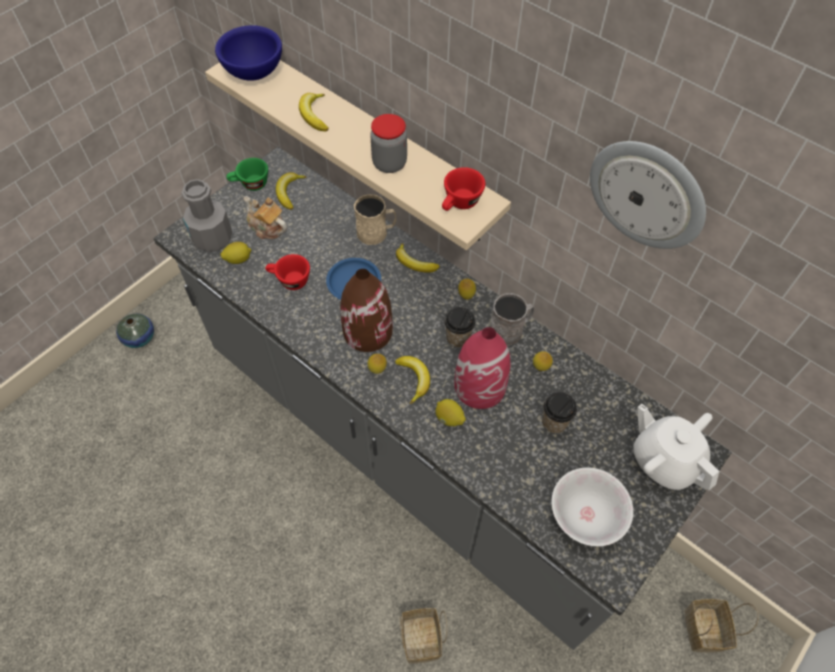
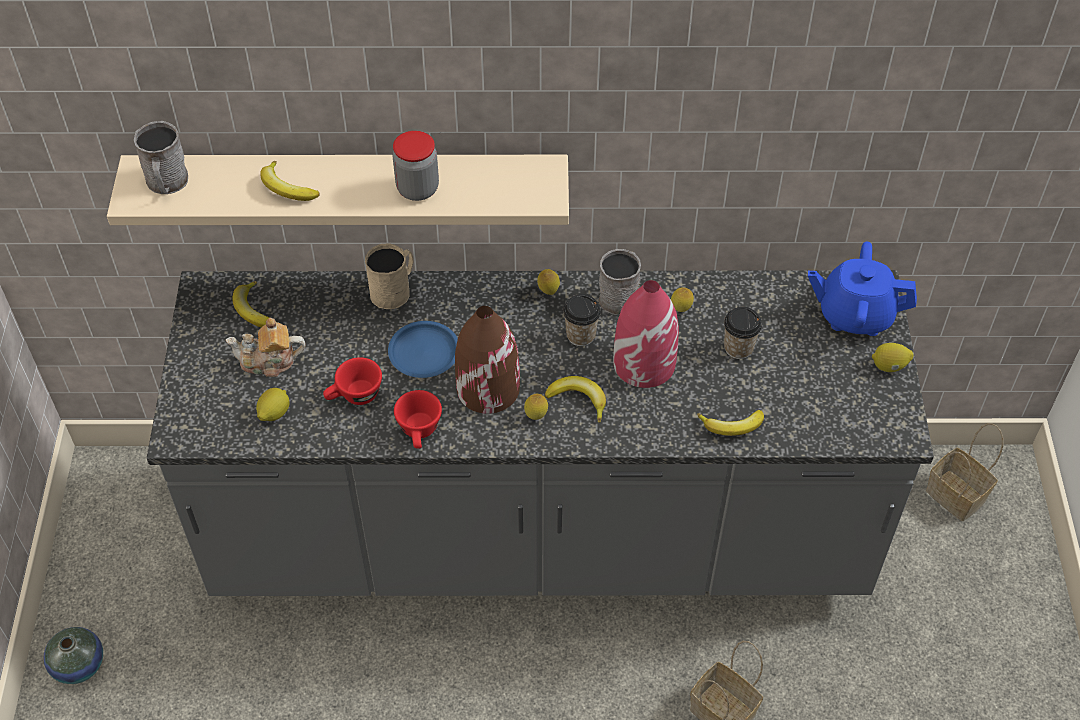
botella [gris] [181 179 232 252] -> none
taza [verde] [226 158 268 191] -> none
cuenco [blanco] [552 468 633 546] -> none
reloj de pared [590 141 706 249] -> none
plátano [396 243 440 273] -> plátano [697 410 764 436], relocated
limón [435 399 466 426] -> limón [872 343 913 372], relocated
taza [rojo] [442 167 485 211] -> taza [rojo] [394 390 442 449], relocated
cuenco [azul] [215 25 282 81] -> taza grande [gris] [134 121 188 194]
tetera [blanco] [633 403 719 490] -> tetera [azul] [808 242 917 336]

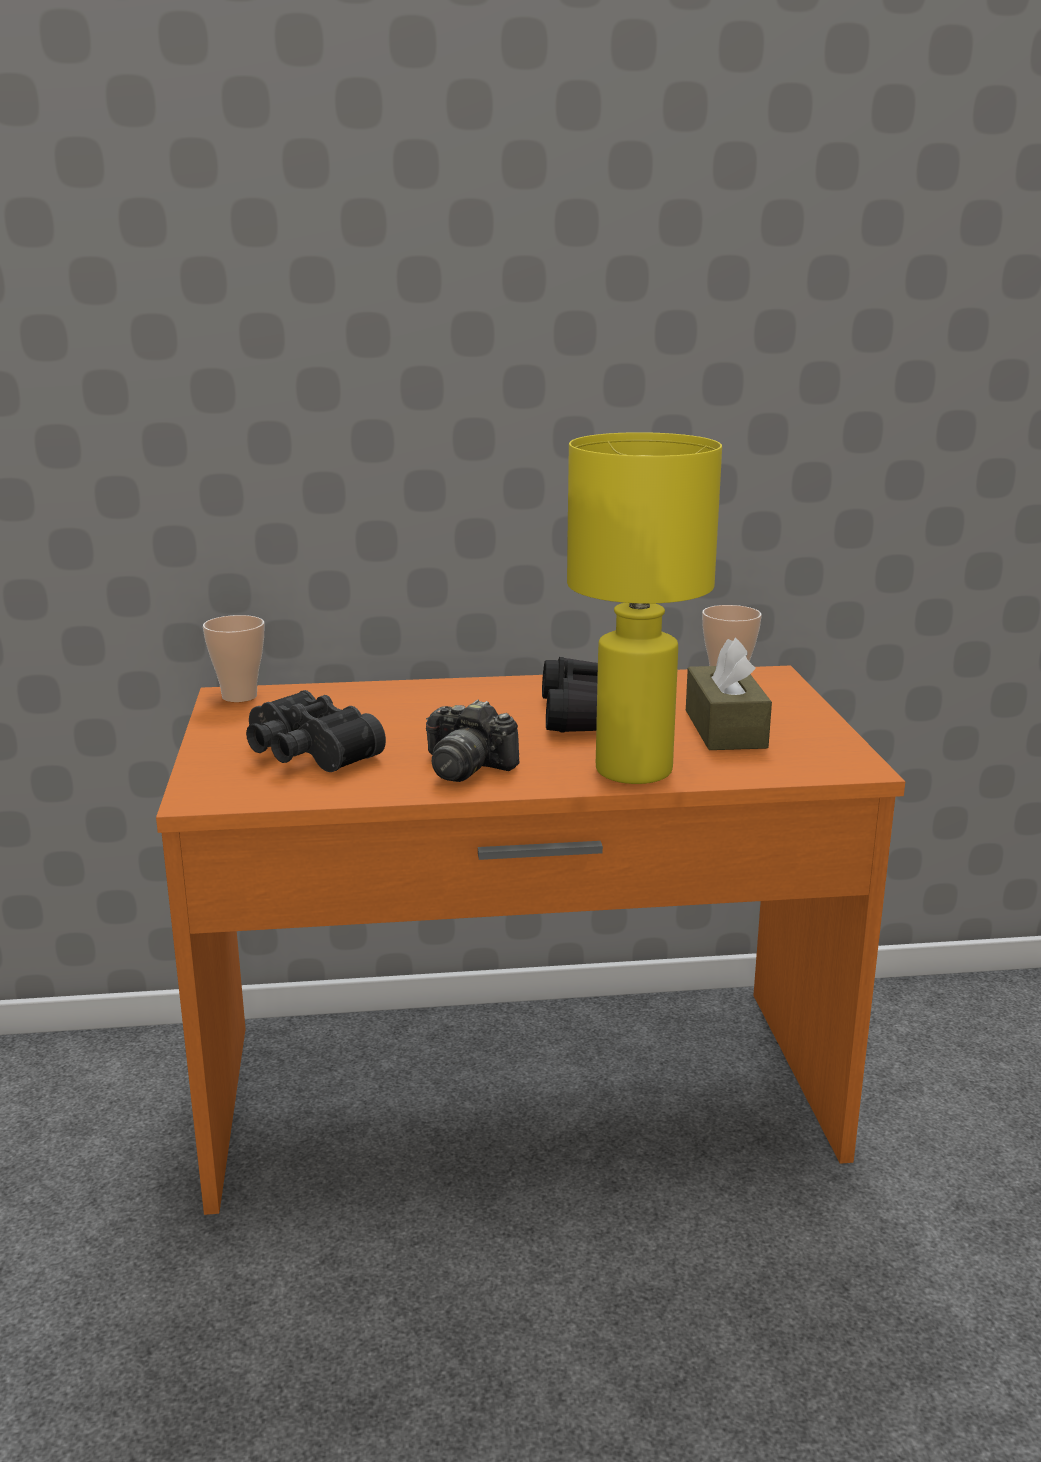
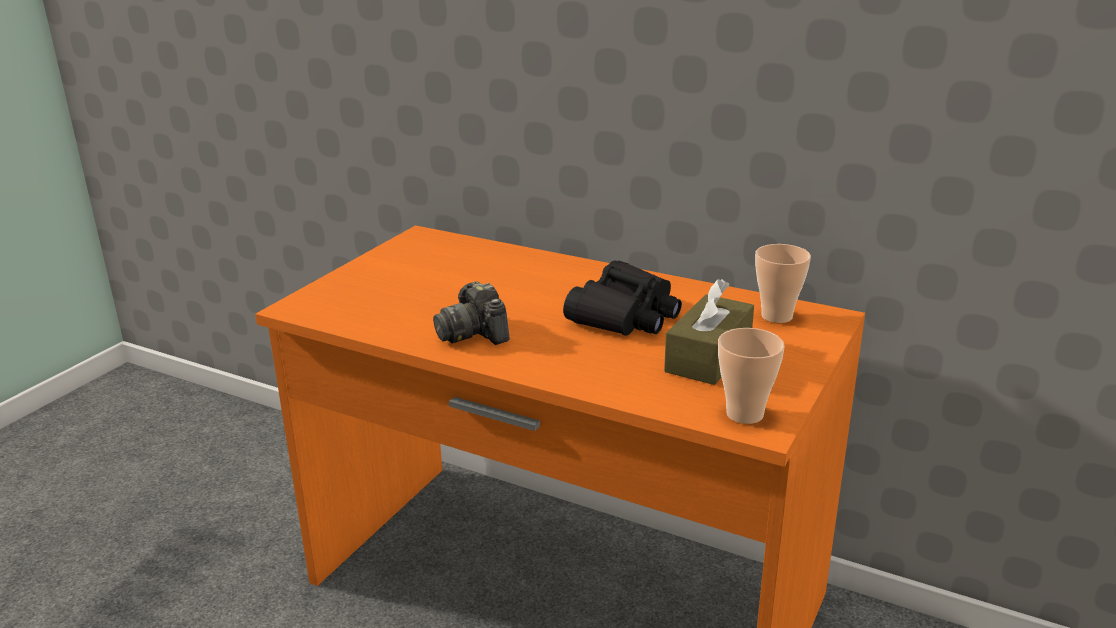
prismáticos [negro] [246 690 386 772] -> none
lámpara de mesa [amarillo] [567 432 722 784] -> none
taza [203 615 264 703] -> taza [718 328 784 424], relocated

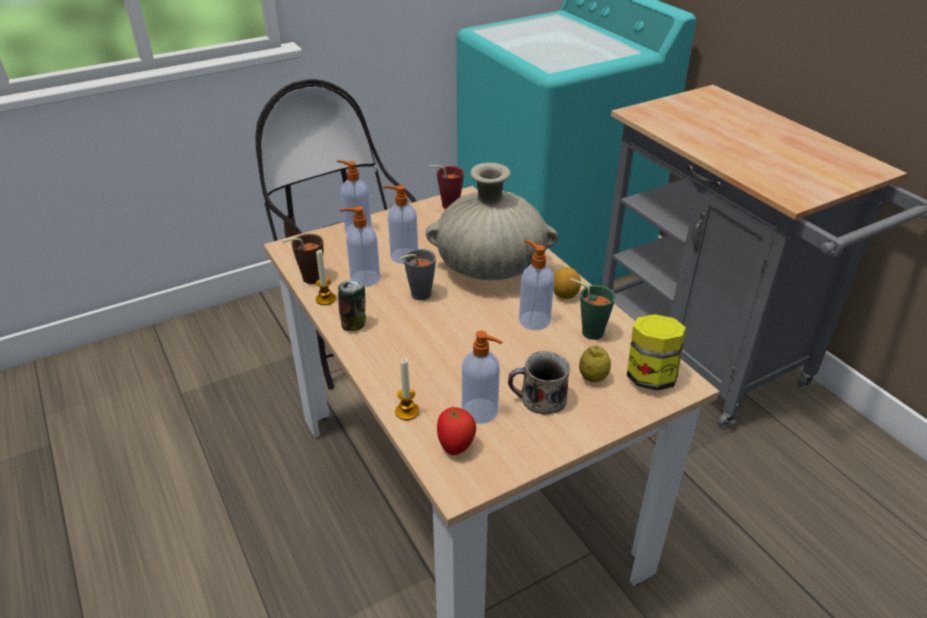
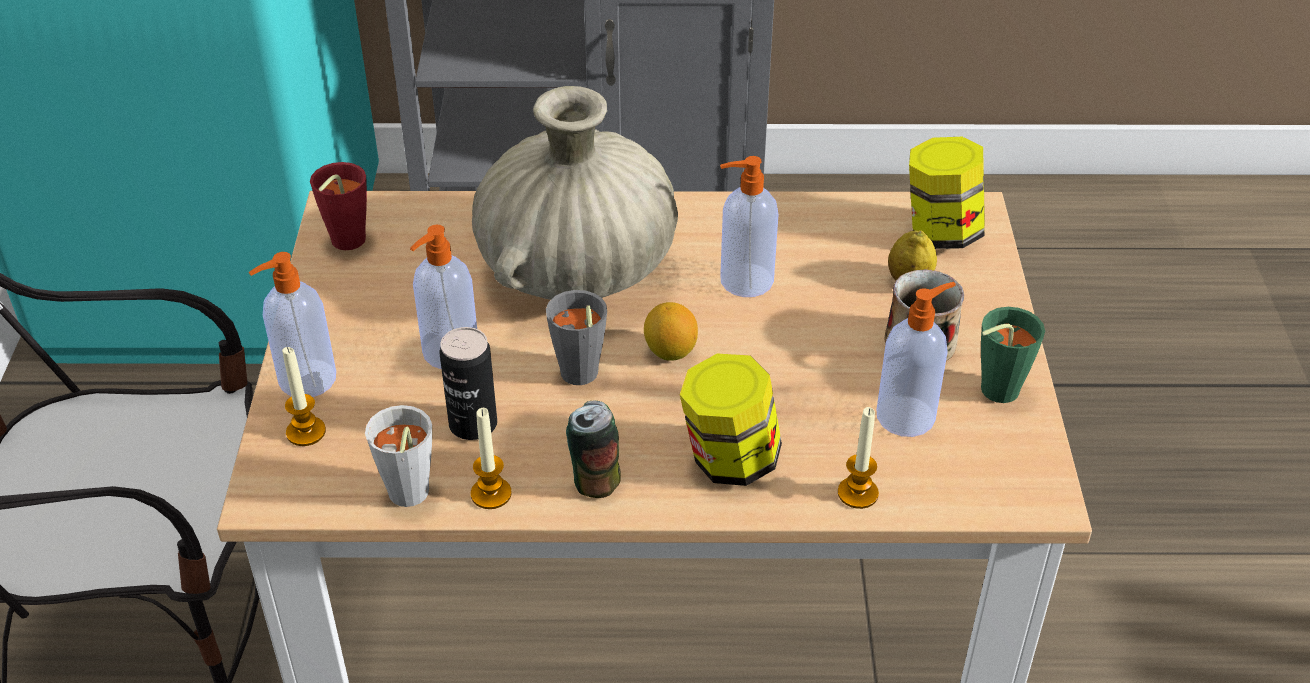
tomate [437 407 476 455] -> none
none -> vela [282 347 326 446]
none -> tarro [680 354 782 486]
limón [553 267 581 299] -> limón [644 302 698 361], relocated
taza [verde] [570 278 616 340] -> taza [verde] [981 307 1045 403], relocated
dispensador de jabón [340 206 380 287] -> lata [440 327 497 440]
taza [marrón] [282 234 323 284] -> taza [gris] [365 405 432 507]

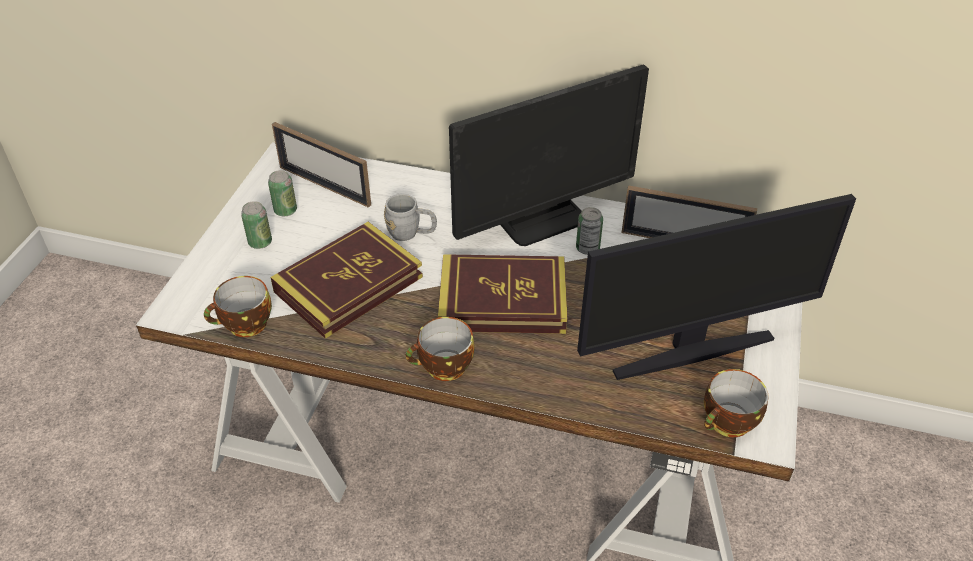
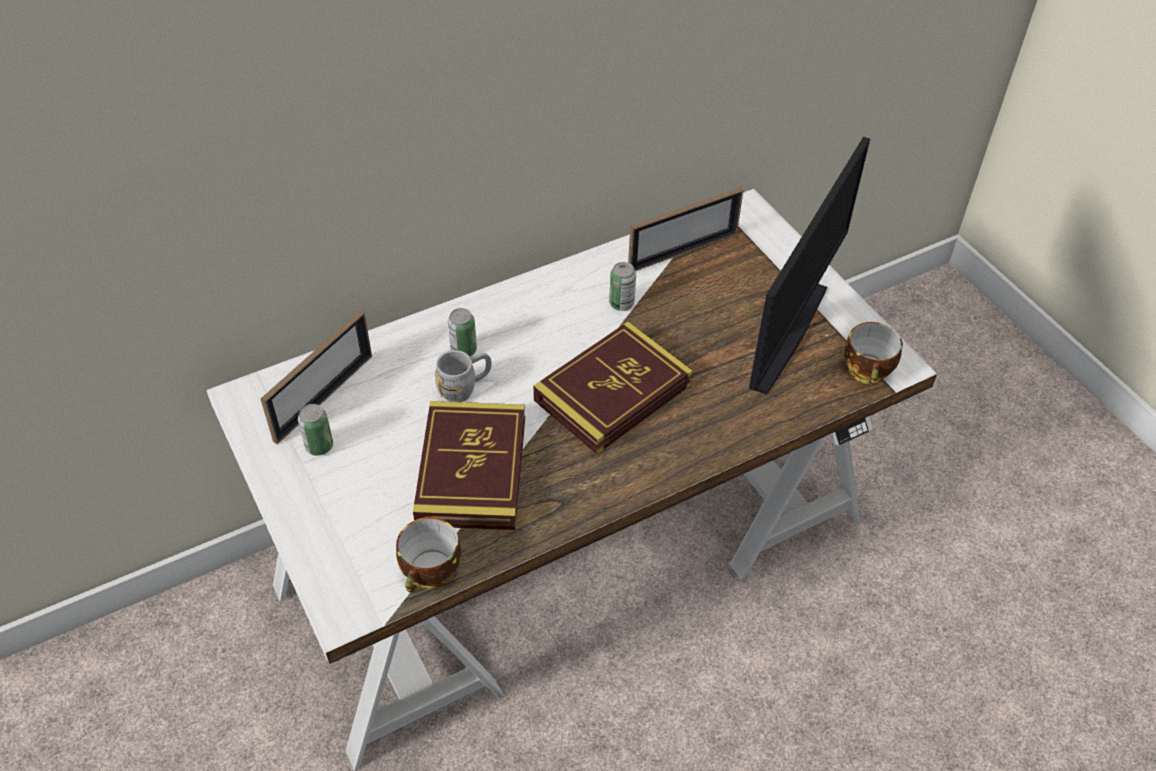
taza [406 317 475 381] -> none
monitor [449 65 649 246] -> none
lata [241 201 272 249] -> lata [448 308 477 357], relocated
portarretratos [272 122 371 208] -> portarretratos [261 310 372 444], 45 degrees counterclockwise

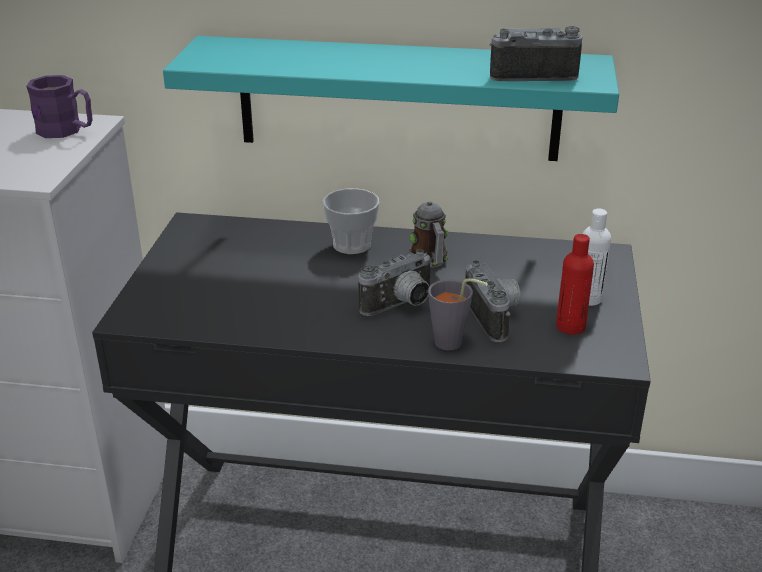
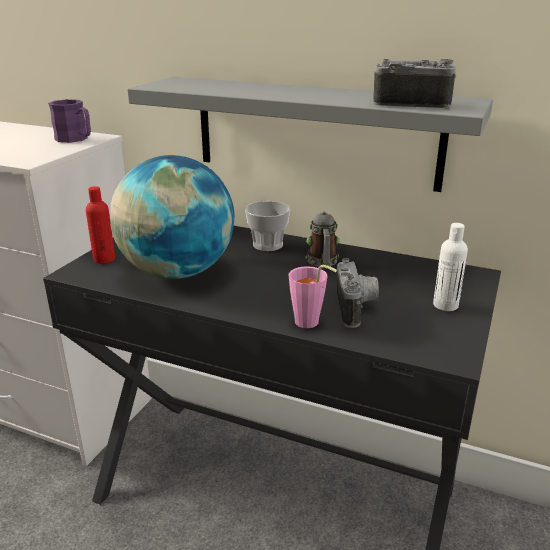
cámara [358 249 433 316] -> none
none -> globo terráqueo [110 155 234 279]
botella [rojo] [556 234 594 335] -> botella [rojo] [86 186 115 264], relocated
estante [turquesa] [163 36 619 161] -> estante [gris] [127 77 493 192]
taza [gris] [428 278 488 350] -> taza [rosa] [289 265 337 328]

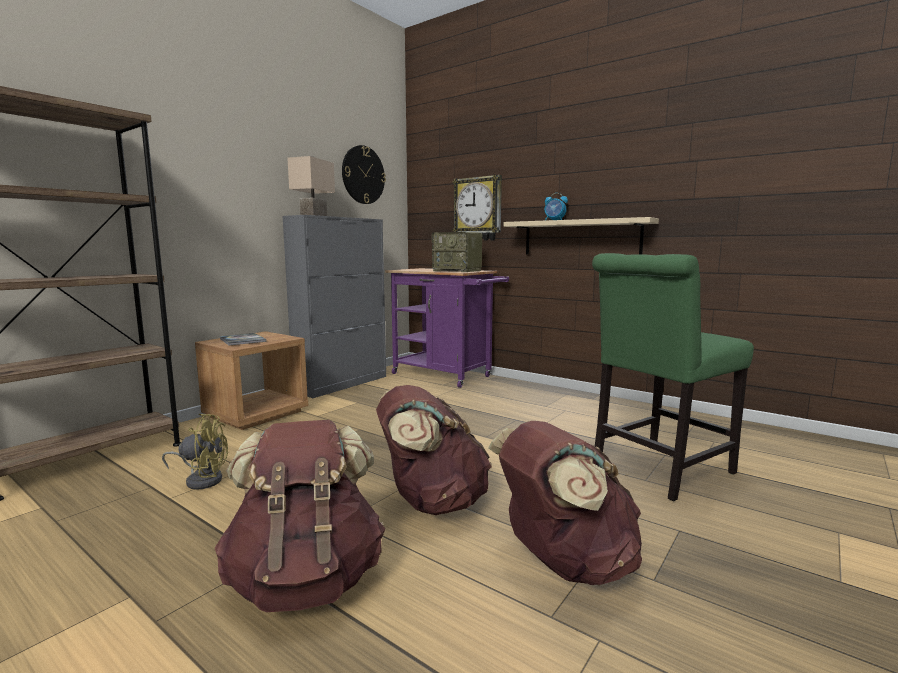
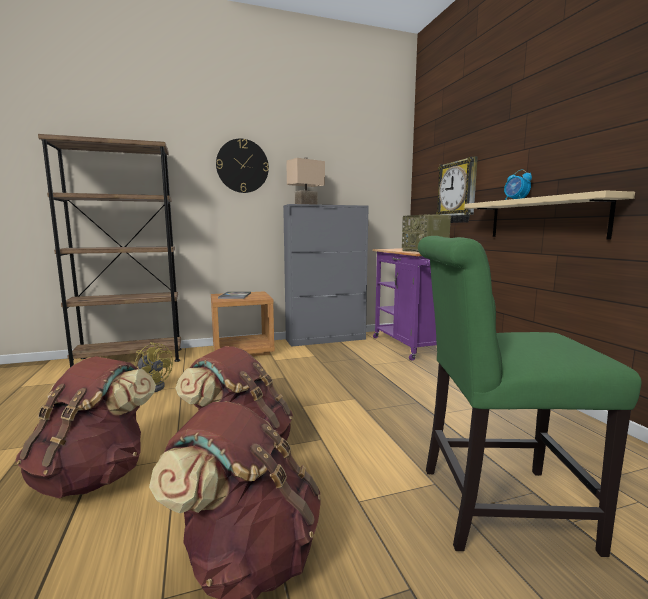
reloj de pared [342 145 386 204] -> reloj de pared [216 138 269 193], relocated

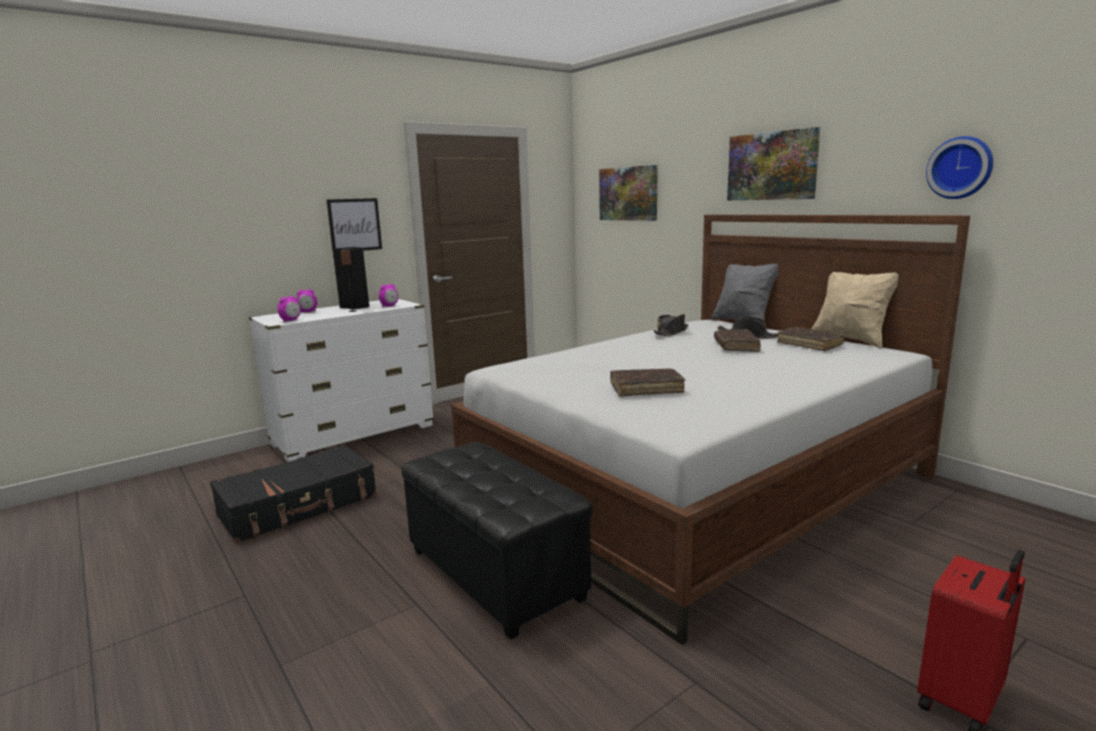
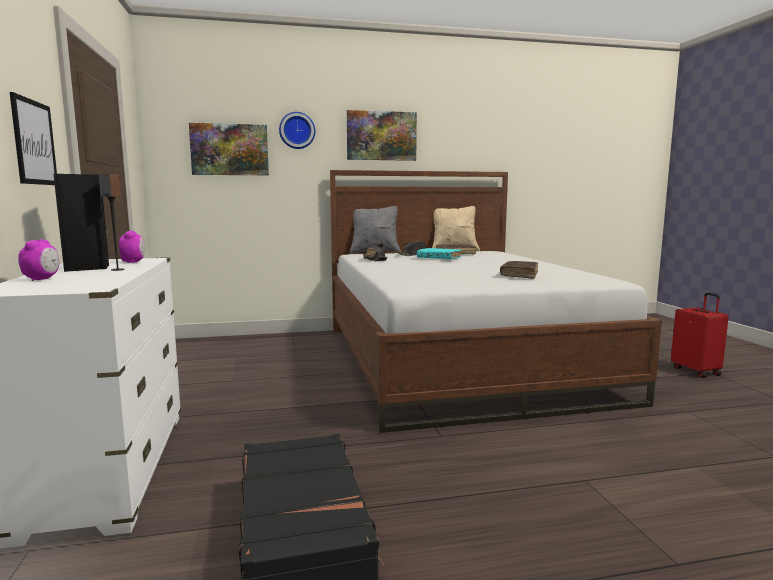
despertador [278 296 301 322] -> none
puf [negro] [401 442 593 640] -> none
reloj de pared [926 136 993 199] -> reloj de pared [279 112 315 149], relocated
libro [marrón] [714 329 761 352] -> libro [turquesa] [417 248 461 260]

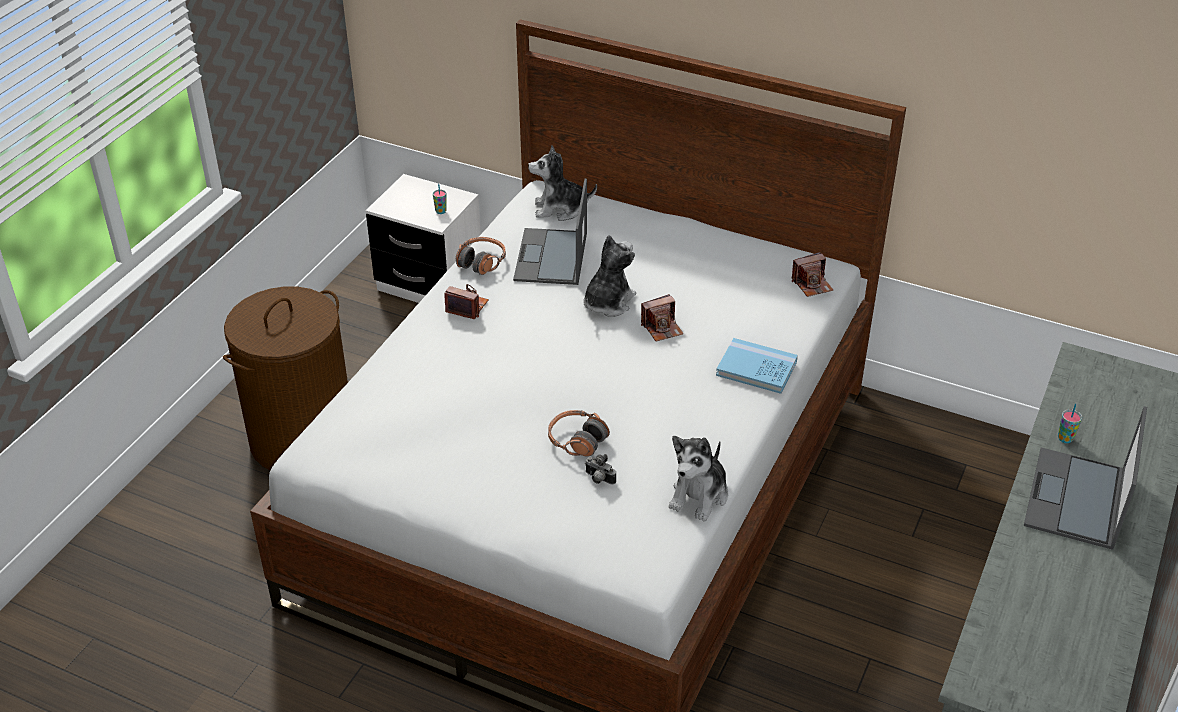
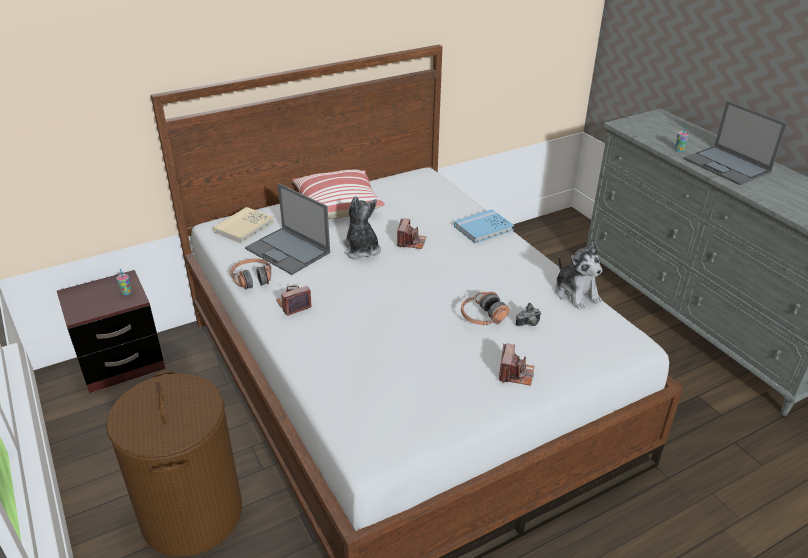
none -> cojín [292 169 385 219]
cámara [792 252 833 297] -> cámara [499 343 534 386], relocated
peluche [528 145 597 221] -> libro [beis] [213 207 274 243]
mesita de noche [blanco] [366 174 481 303] -> mesita de noche [marrón] [57 270 165 393]

